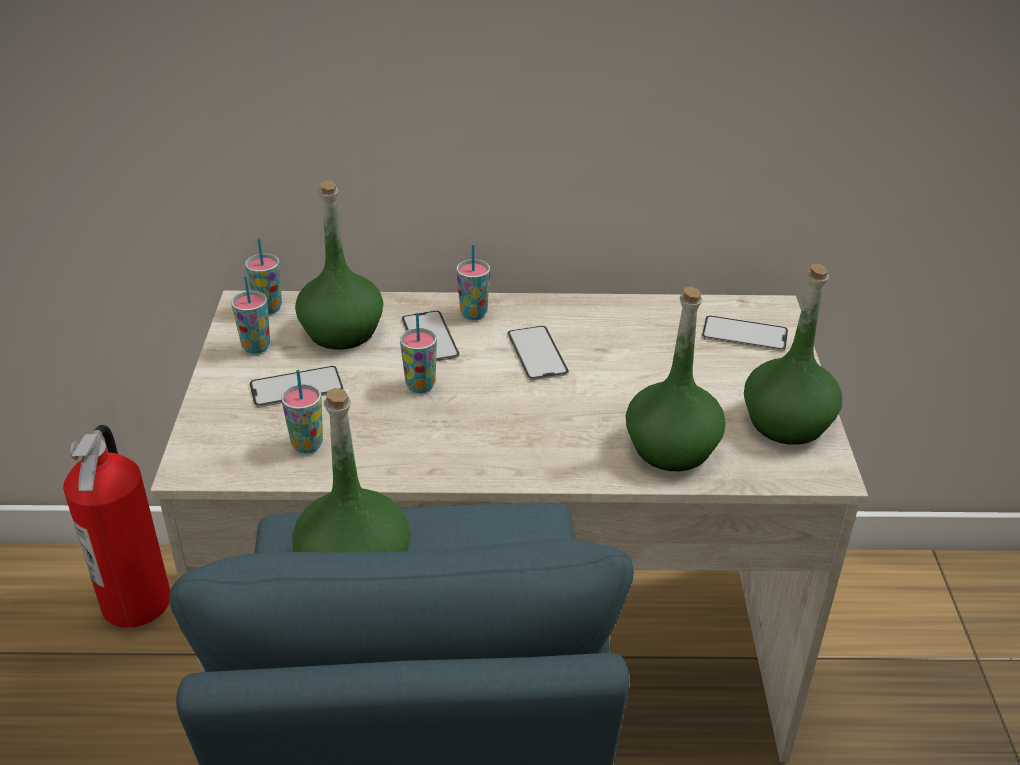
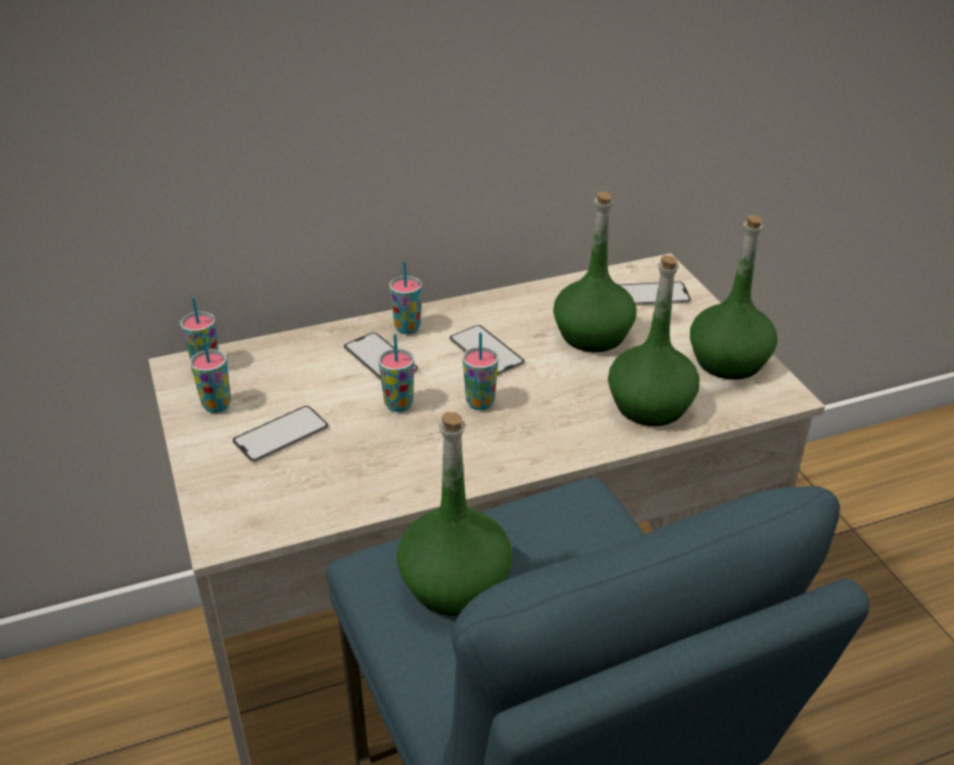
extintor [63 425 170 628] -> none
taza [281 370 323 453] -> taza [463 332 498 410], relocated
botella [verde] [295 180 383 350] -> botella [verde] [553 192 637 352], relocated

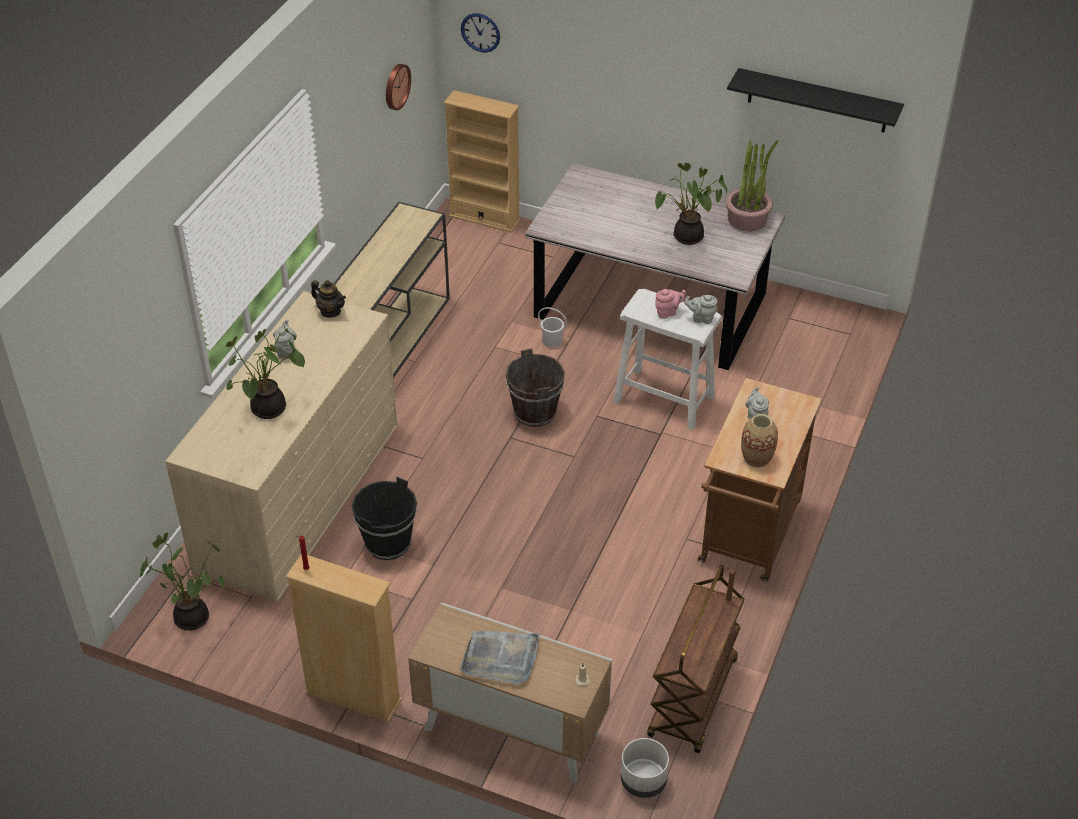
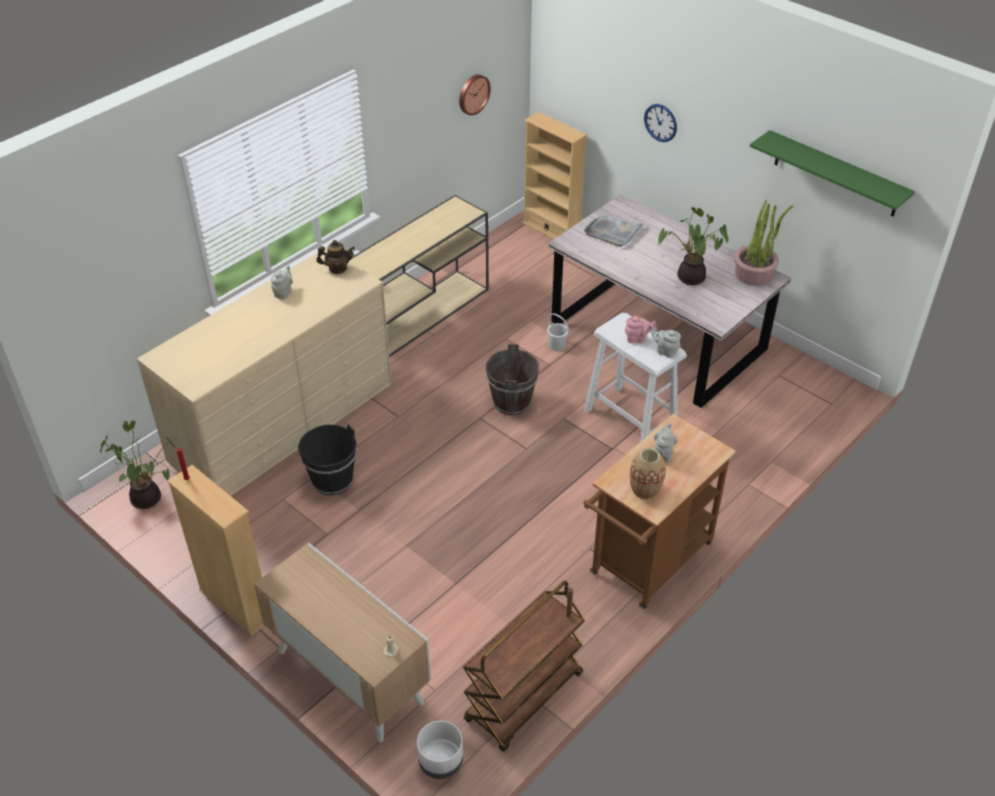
planta en maceta [226 326 305 419] -> none
bandeja [gris] [460 631 540 684] -> bandeja [gris] [584 215 644 247], relocated
reloj de pared [461 13 500 53] -> reloj de pared [644 104 677 142], relocated
estante [negro] [727 68 904 132] -> estante [verde] [750 130 915 217]
tetera [311 280 346 318] -> tetera [317 240 355 274], 60 degrees counterclockwise

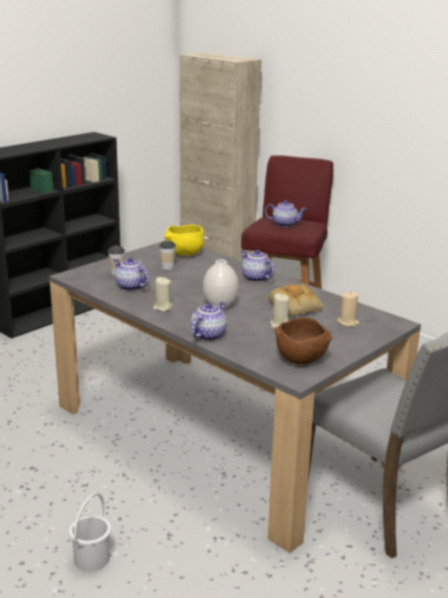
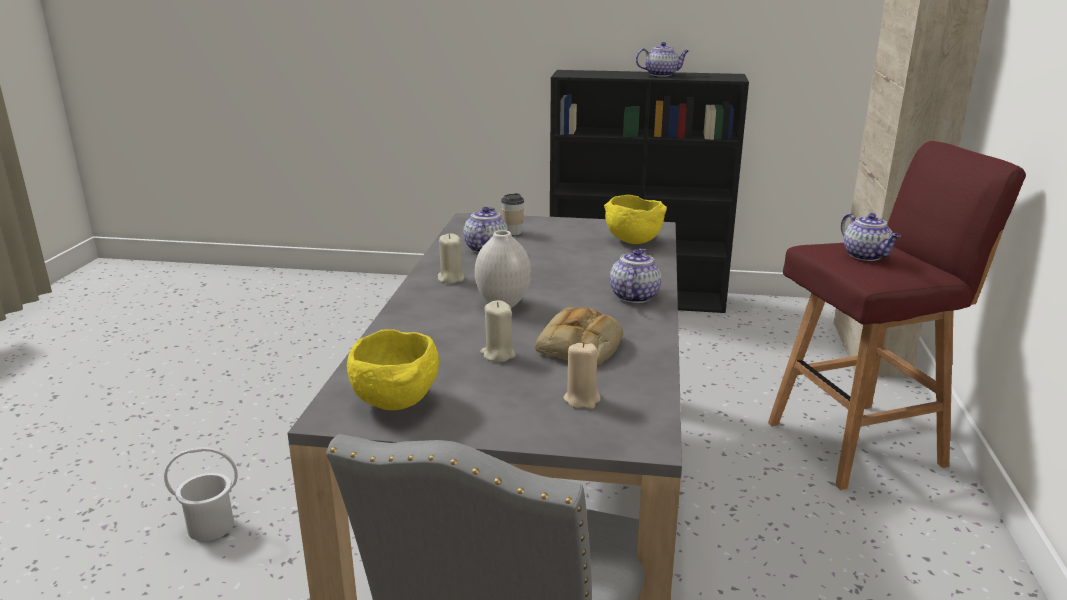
taza [159 241 176 270] -> none
tetera [191 302 227 341] -> tetera [636 42 689 76], relocated
cuenco [marrón] [275 317 332 364] -> cuenco [amarillo] [347 329 439 410]

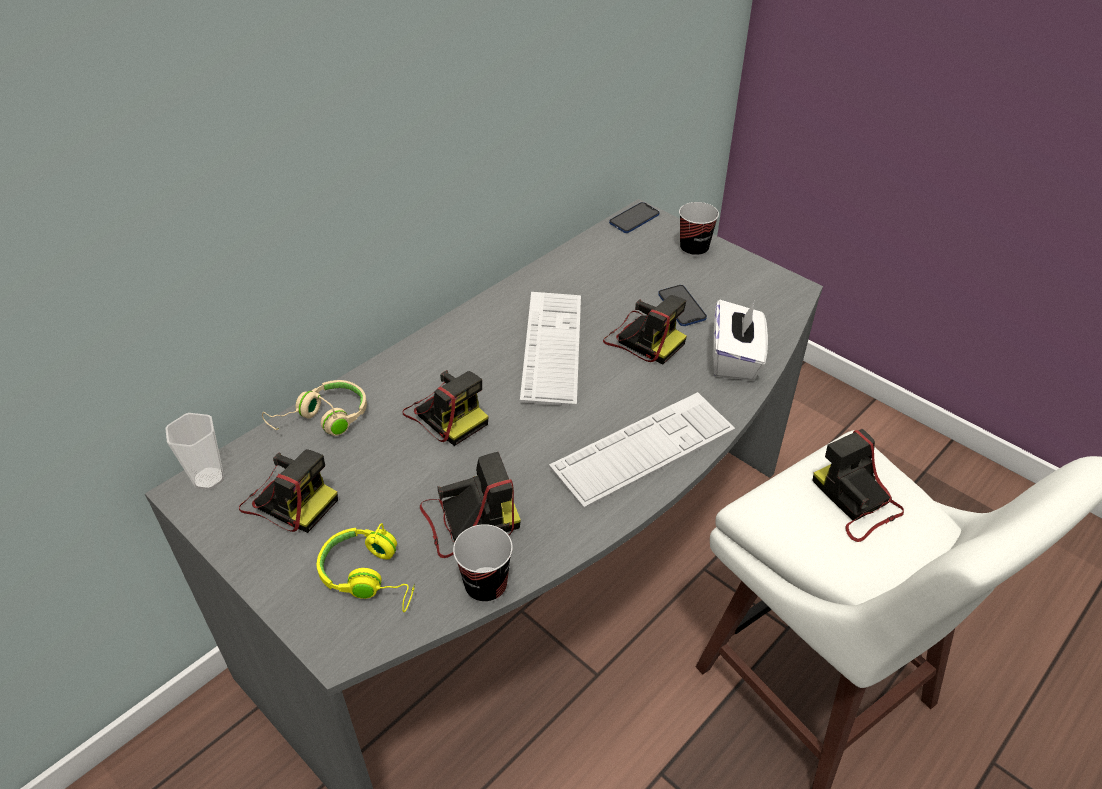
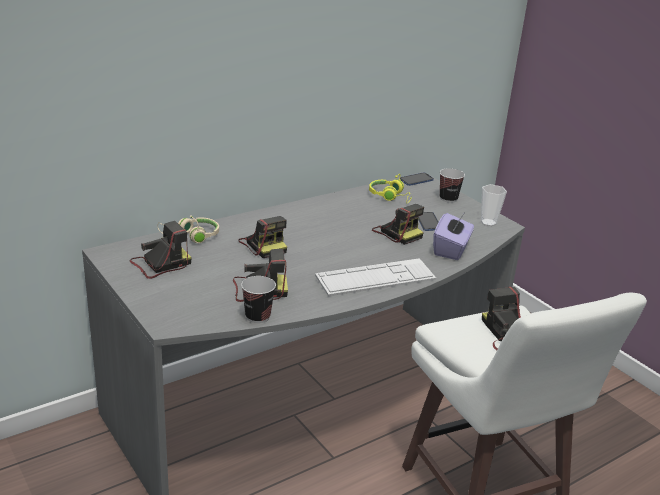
teclado [520 292 581 407] -> none
taza [165 413 224 490] -> taza [481 184 507 226], relocated
auriculares [amarillo] [317 523 415 612] -> auriculares [amarillo] [369 174 411 204], relocated
caja de pañuelos [blanco] [713 300 768 380] -> caja de pañuelos [morado] [433 213 474 260]
cámara [239 449 338 533] -> cámara [130 221 192 279], 75 degrees counterclockwise

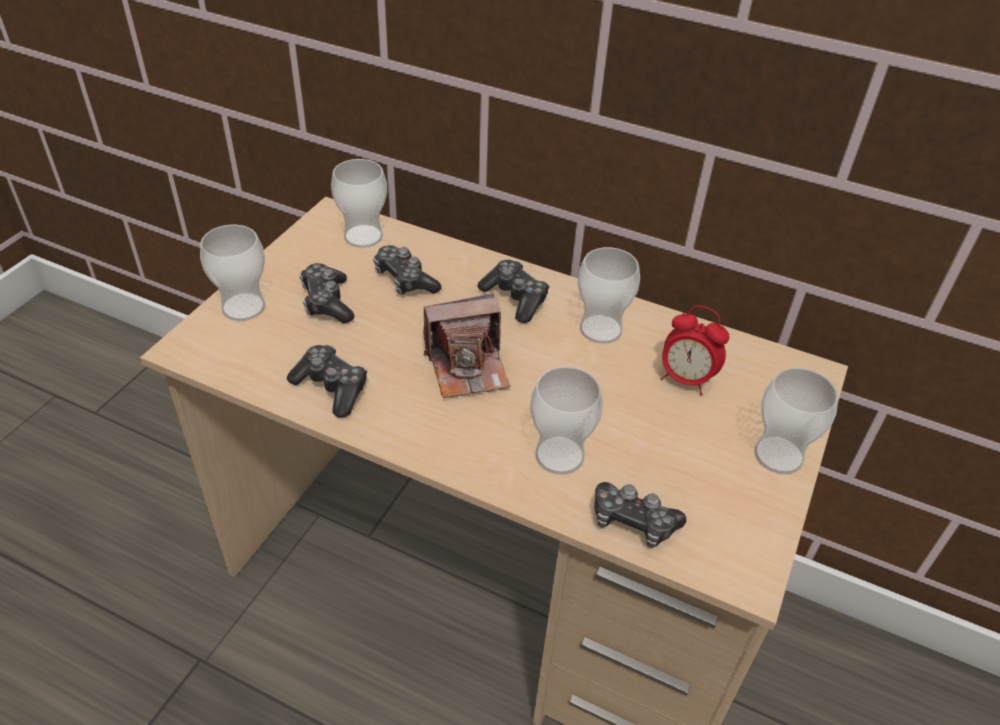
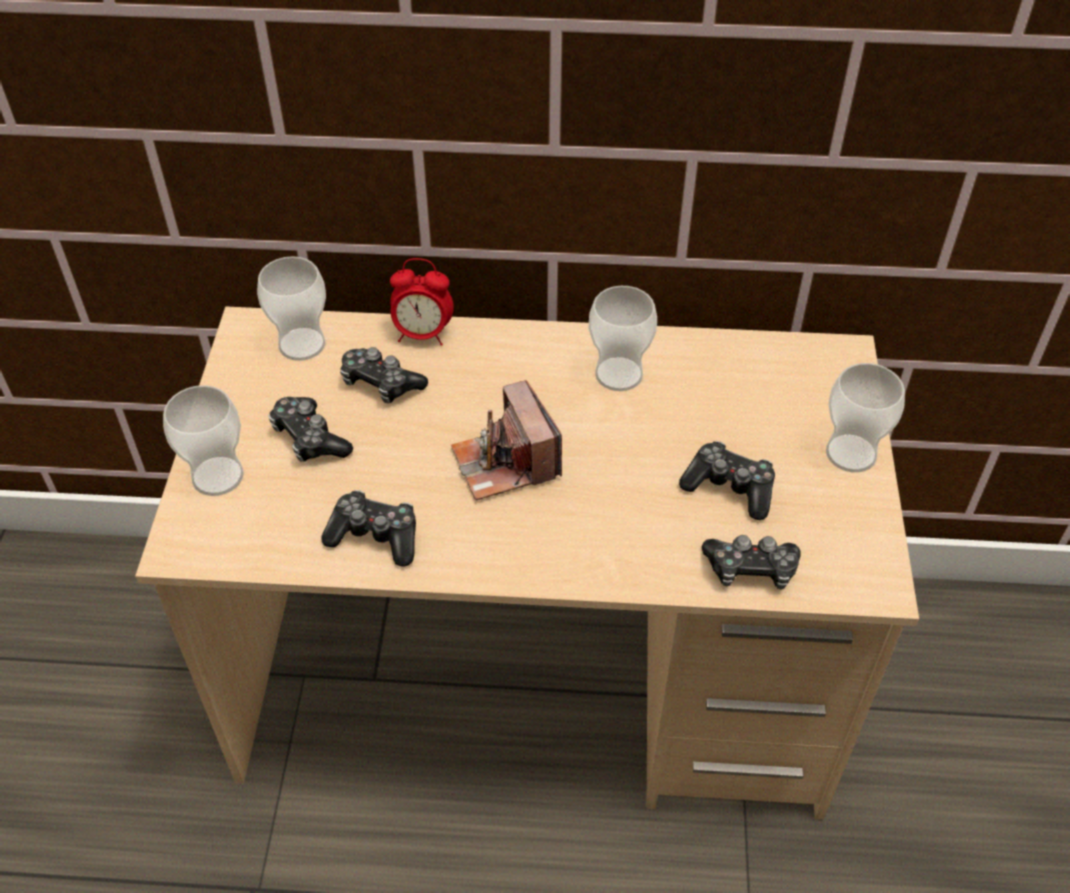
taza [530 366 603 475] -> none
mando de consola [478 260 550 323] -> mando de consola [679 441 775 520], relocated
despertador [661 306 729 395] -> despertador [390 258 454 346], relocated
cámara [423 294 510 398] -> cámara [451 380 562 501], 105 degrees clockwise

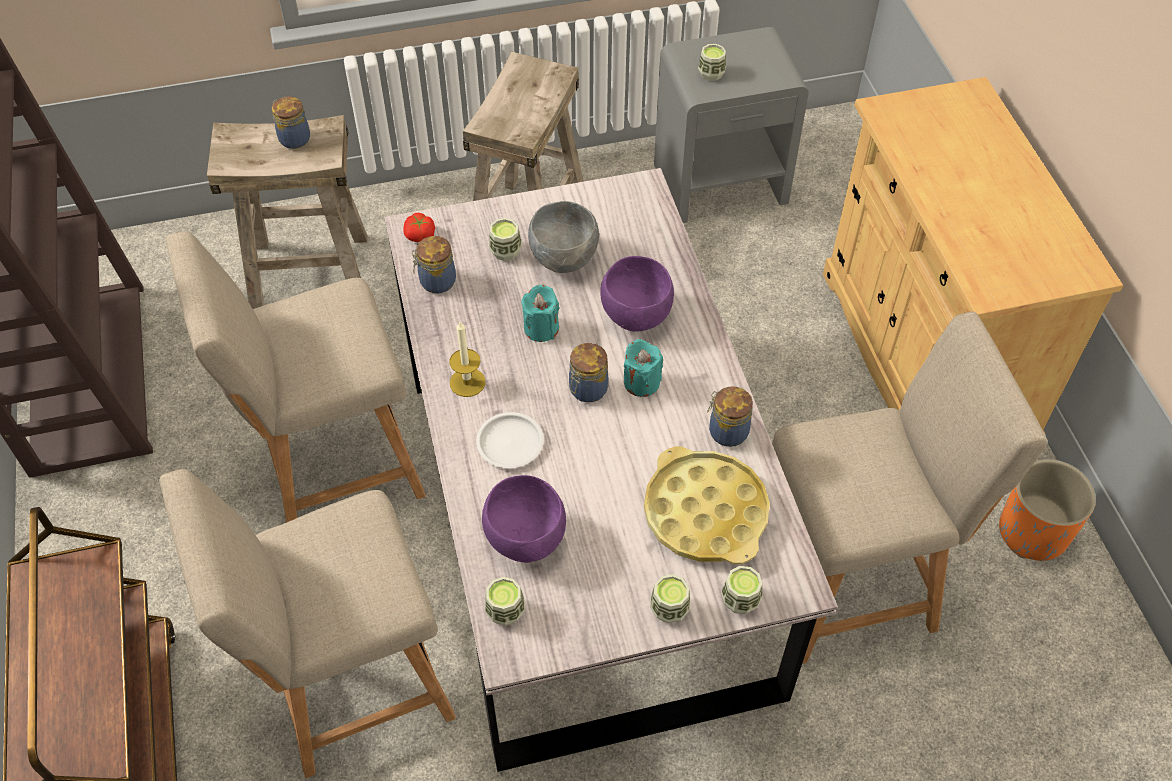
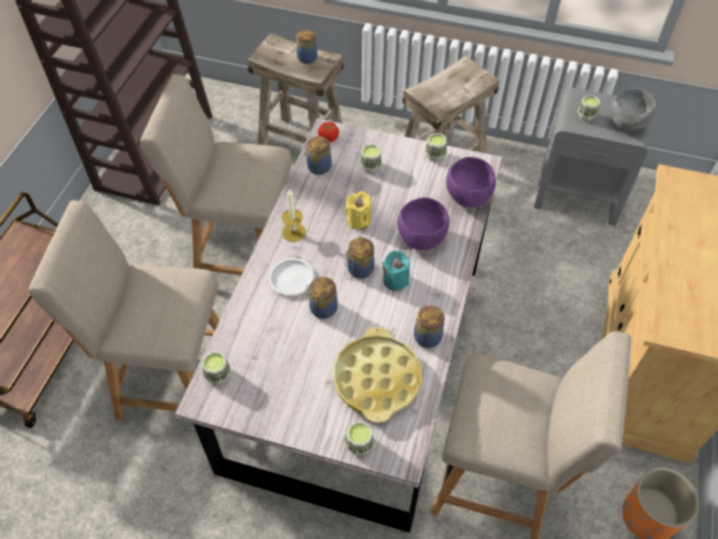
none -> tarro [306 277 338 319]
cuenco [morado] [482 475 566 563] -> cuenco [morado] [446 157 496 207], relocated
cuenco [gris] [528 201 599 273] -> cuenco [gris] [611 88 656 131], relocated
taza [650 574 690 623] -> taza [425 133 447 162], relocated
vela [turquesa] [521 285 559 342] -> vela [amarillo] [345 191 372 230]

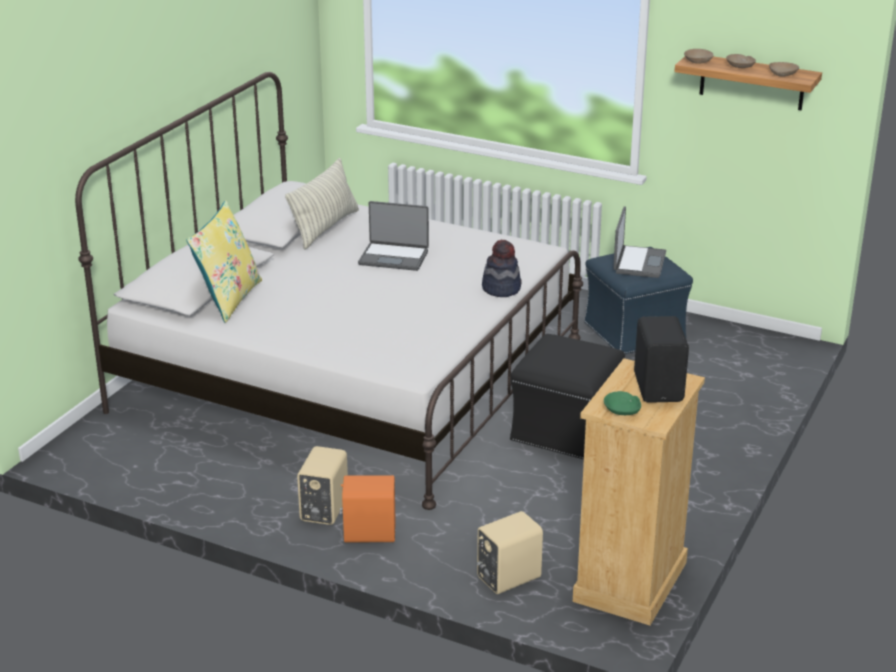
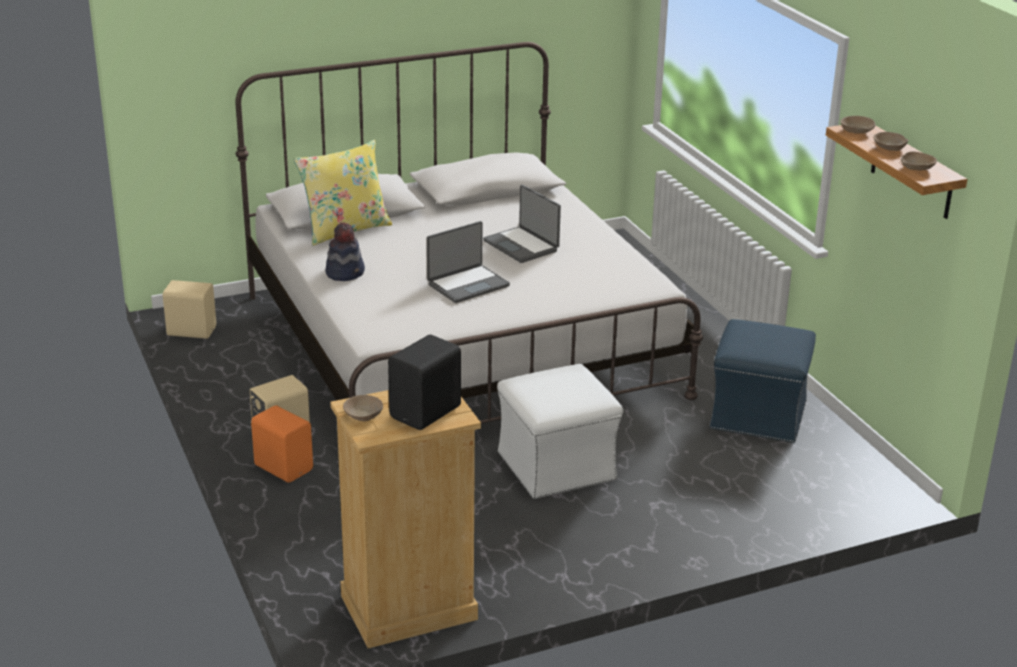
cojín [285 158 359 250] -> none
altavoz [beis] [477 511 543 594] -> altavoz [beis] [163 280 216 339], relocated
sombrero [482 240 521 297] -> sombrero [325 222 365 281], relocated
portátil [613 206 666 278] -> portátil [427 221 510 303], relocated
puf [negro] [510 334 625 459] -> puf [blanco] [497 364 623 499]
cuenco [verde] [604 391 641 415] -> cuenco [beis] [343 395 383 421]

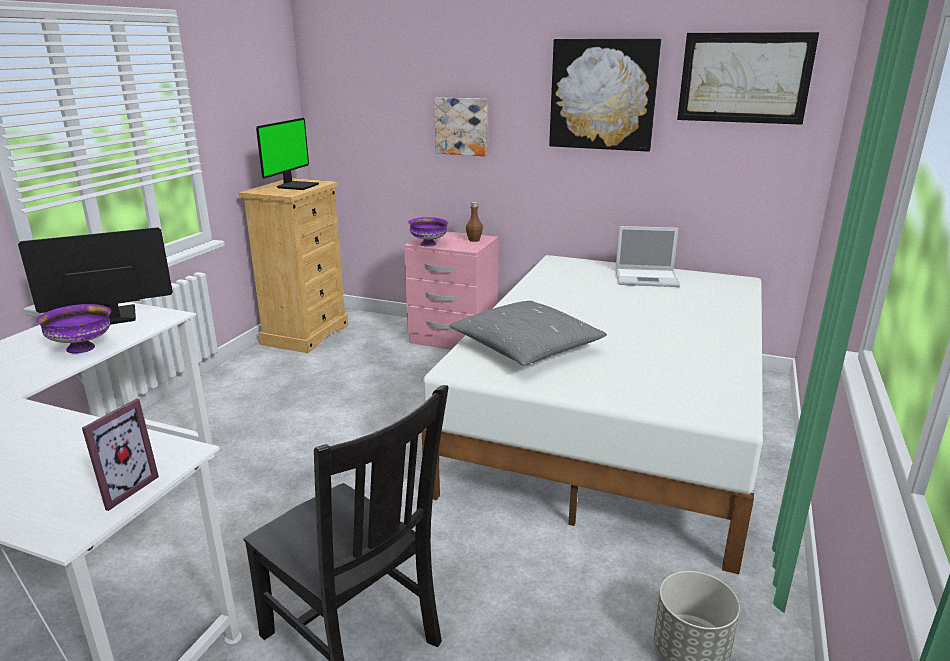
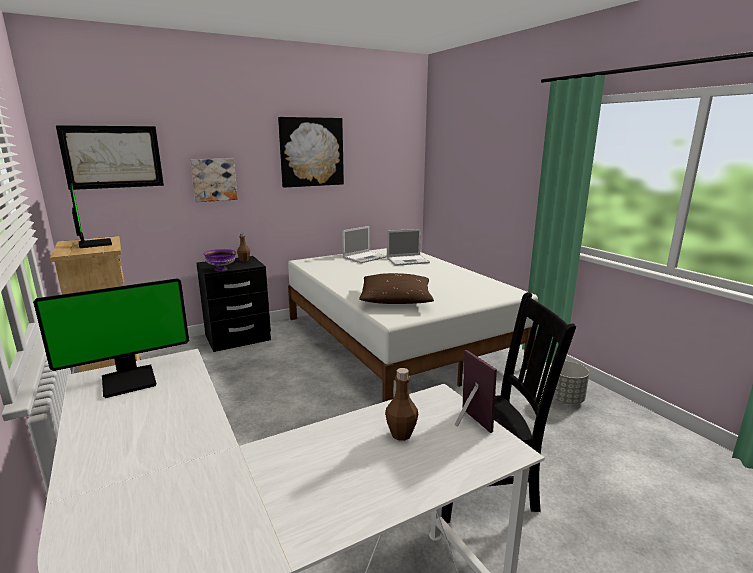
cuenco [morado] [36 304 111 353] -> none
none -> botella [marrón] [385 368 418 441]
none -> portátil [387 229 430 266]
cuadro [677 32 819 125] -> cuadro [56 125 164 190], relocated
mesita de noche [rosa] [404 231 499 350] -> mesita de noche [negro] [196 256 271 352]
cojín [gris] [449 301 607 365] -> cojín [marrón] [359 273 434 304]
monitor [18 227 173 325] -> monitor [33 278 189 398], 135 degrees counterclockwise

